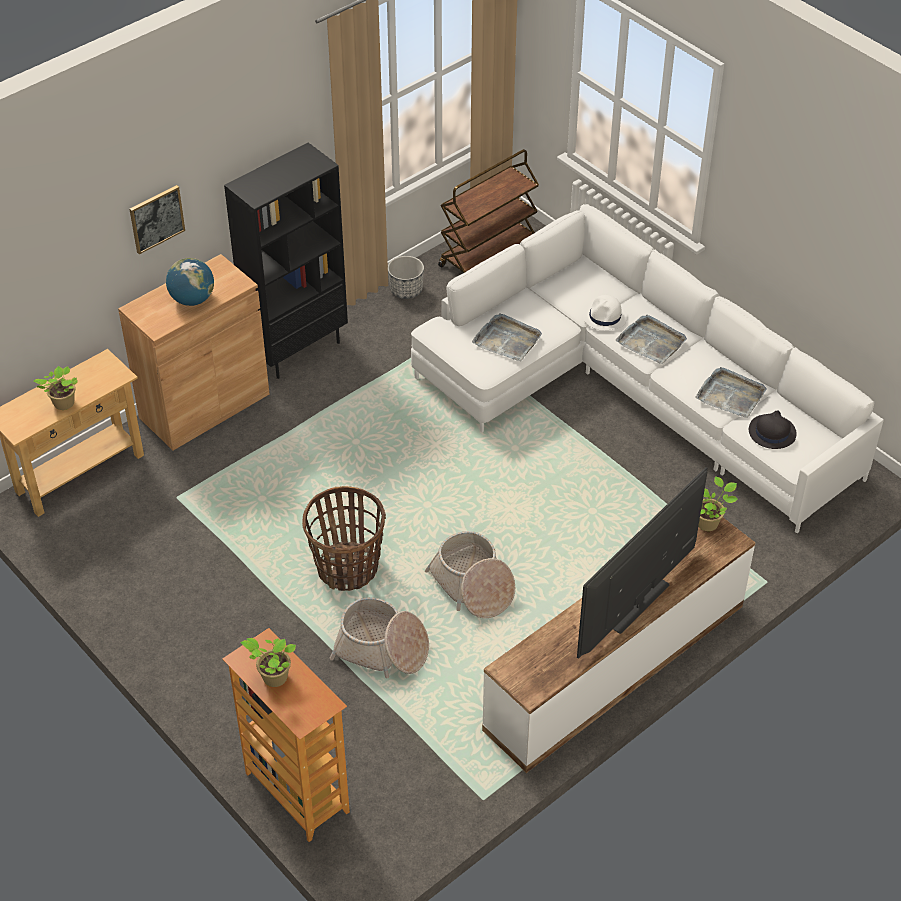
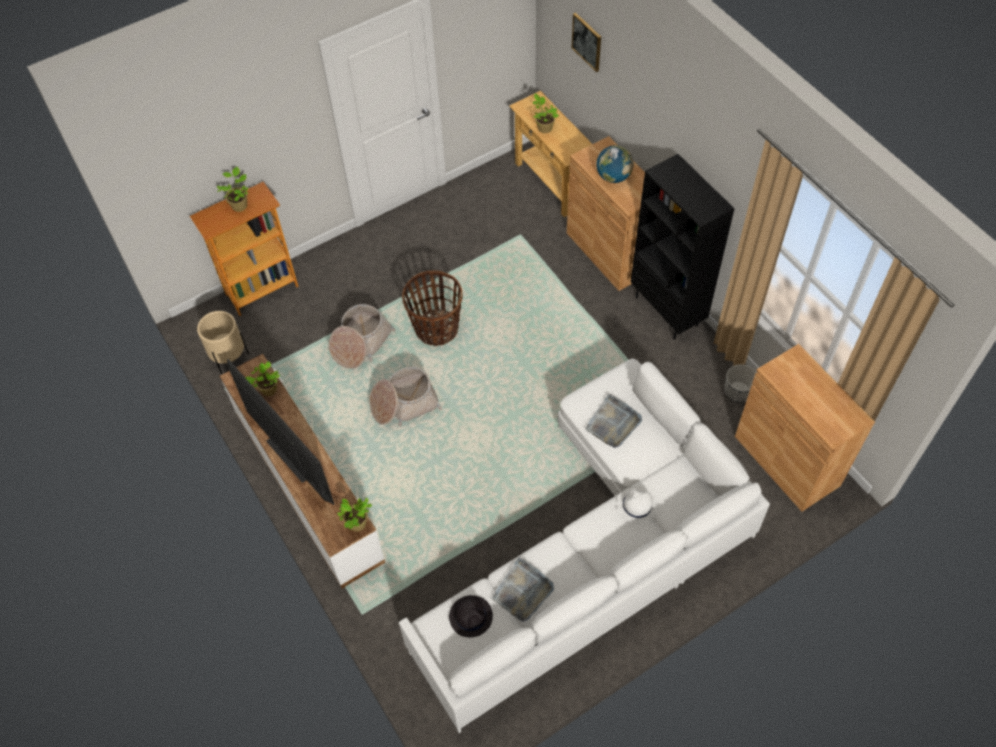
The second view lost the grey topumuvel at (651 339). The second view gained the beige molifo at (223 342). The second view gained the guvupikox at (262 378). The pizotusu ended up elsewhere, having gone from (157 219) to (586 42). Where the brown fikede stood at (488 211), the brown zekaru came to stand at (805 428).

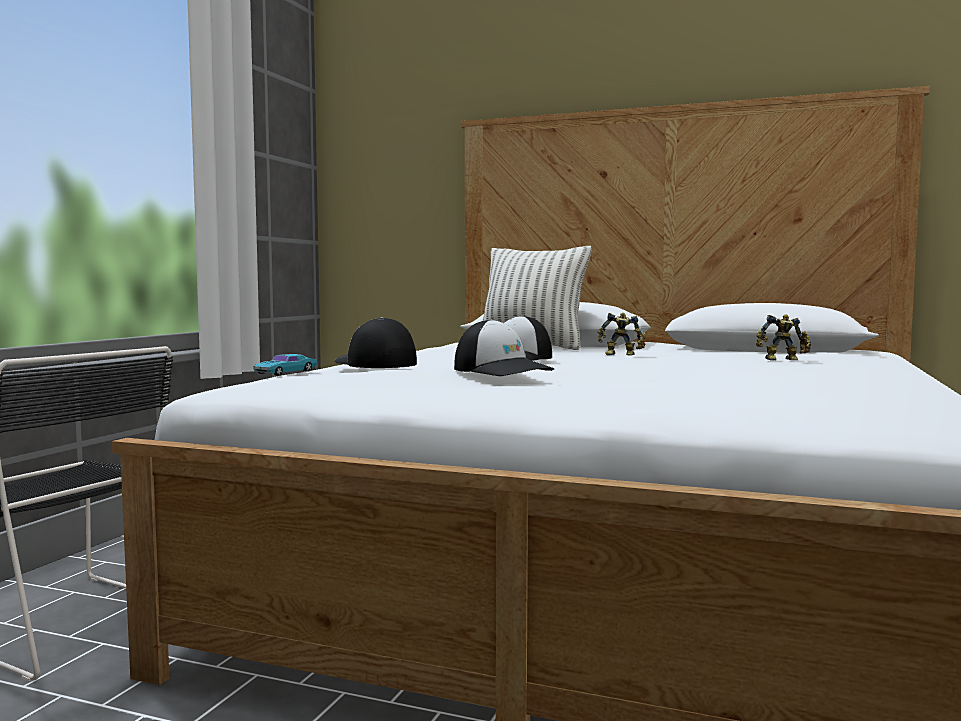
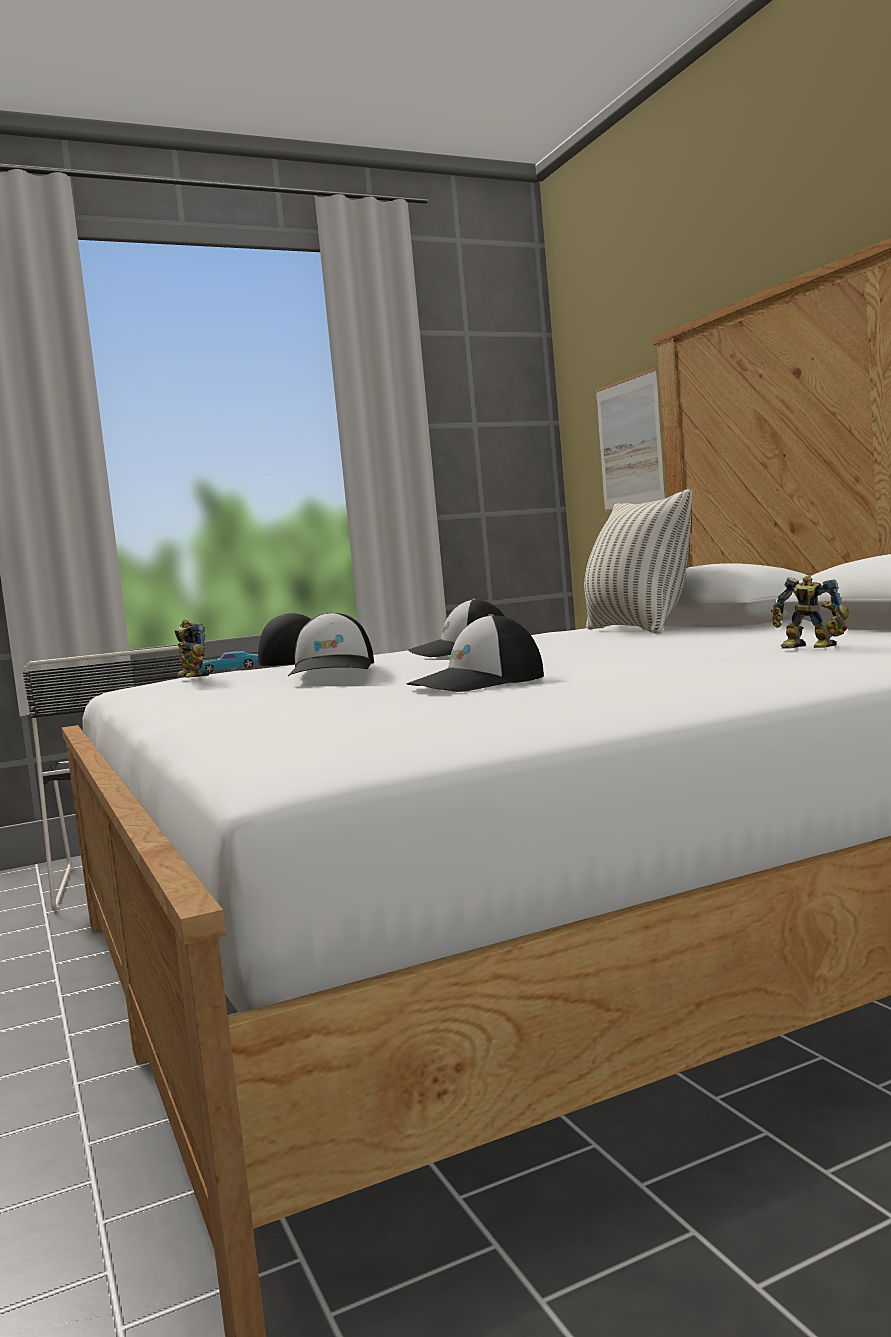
The second view gained the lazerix at (475 653). The second view gained the pizotusu at (630 440). The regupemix ended up elsewhere, having gone from (622 334) to (192 648).

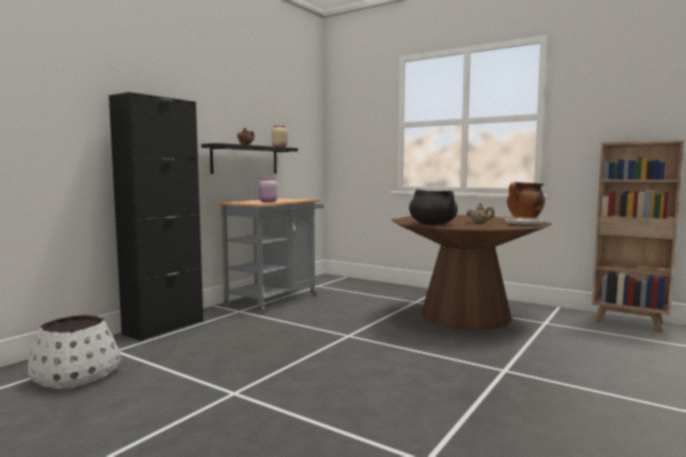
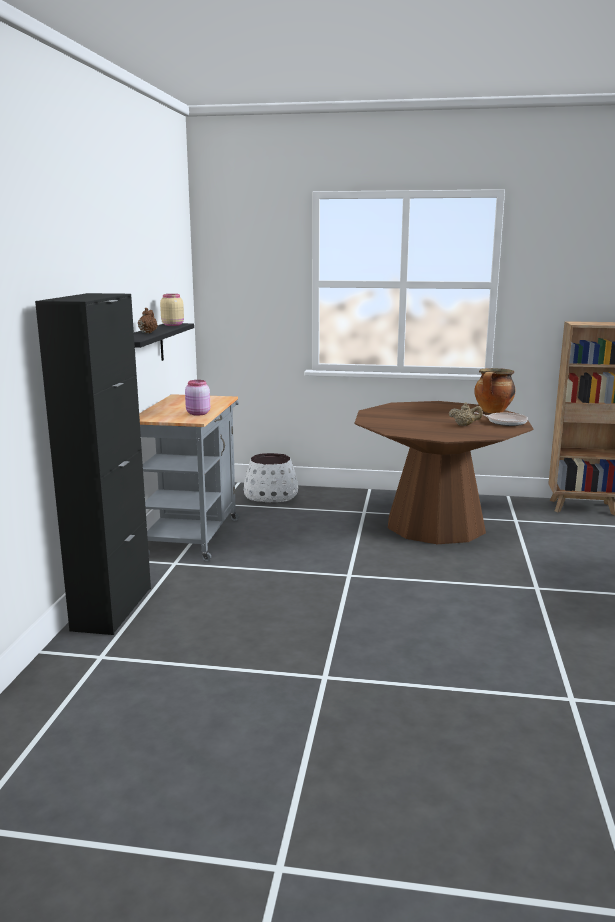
The second view lost the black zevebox at (433 207). The white molifo ended up elsewhere, having gone from (74 352) to (271 477).

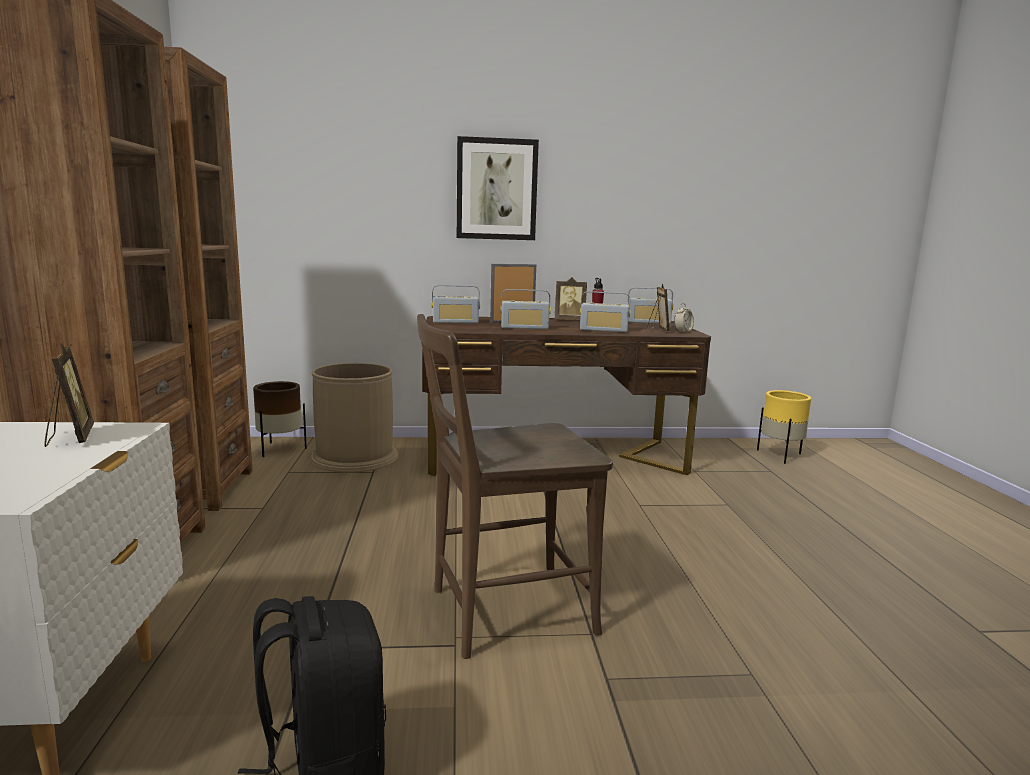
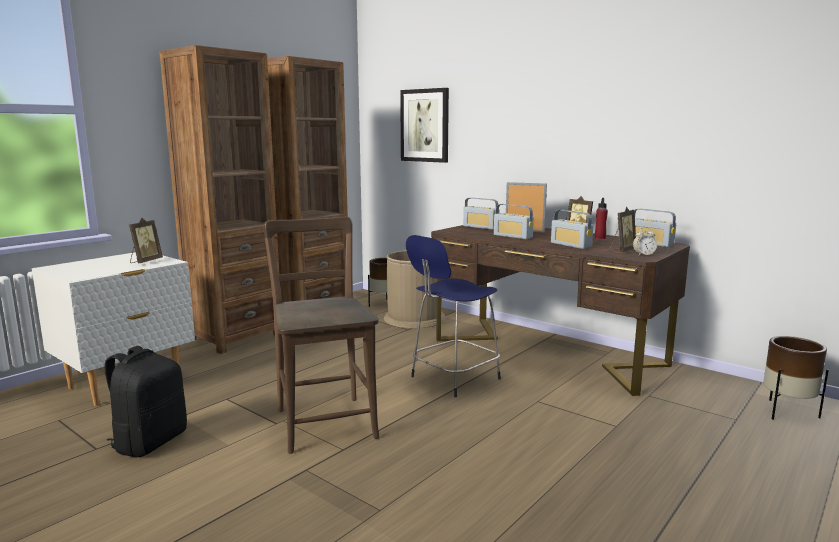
The second view gained the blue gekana at (453 316). The pizotusu ended up elsewhere, having gone from (498 188) to (424 125). What was the yellow molifo at (784 427) turned into the brown molifo at (796 378). The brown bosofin at (515 486) ended up facing another way, 45 degrees clockwise from before.

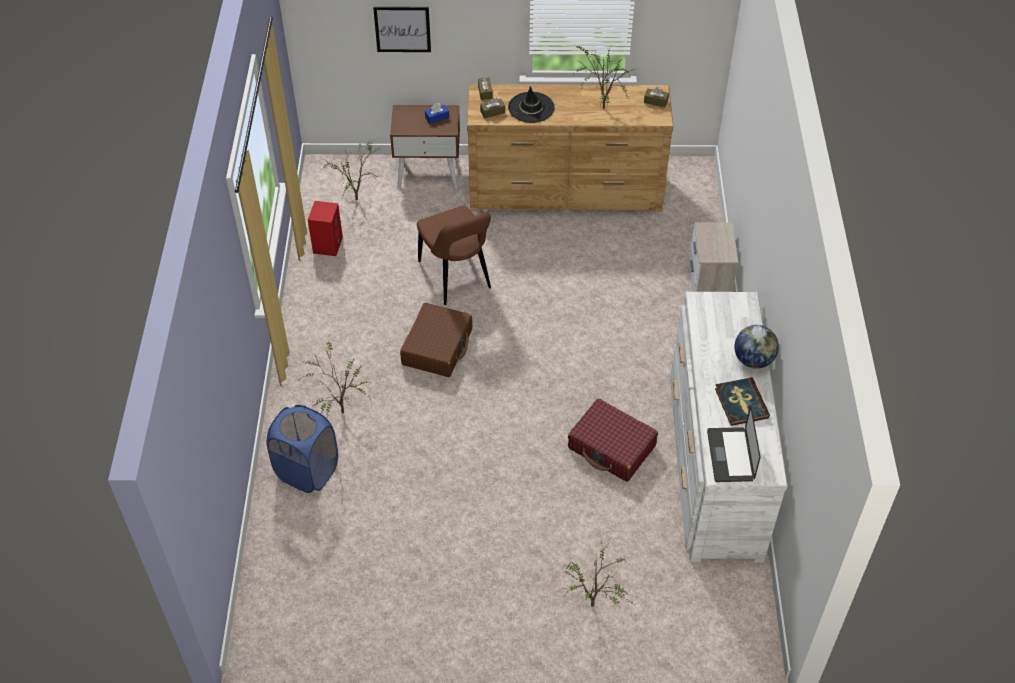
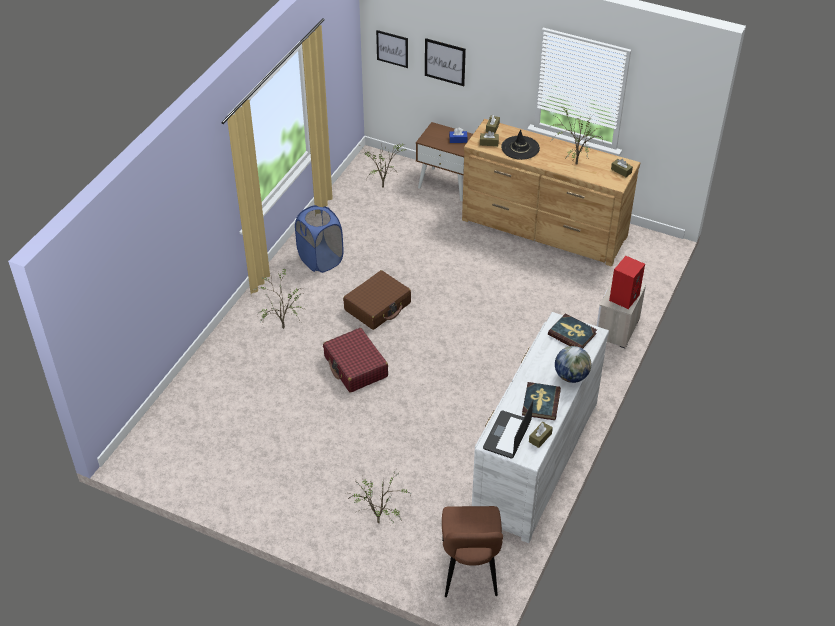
The second view gained the pizotusu at (392 49). The second view gained the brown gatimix at (541 435). The second view gained the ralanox at (572 331). The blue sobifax ended up elsewhere, having gone from (302 449) to (319 239). The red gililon ended up elsewhere, having gone from (325 228) to (627 282). The brown bosofin ended up elsewhere, having gone from (454 255) to (472 551). The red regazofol ended up elsewhere, having gone from (613 440) to (355 360).

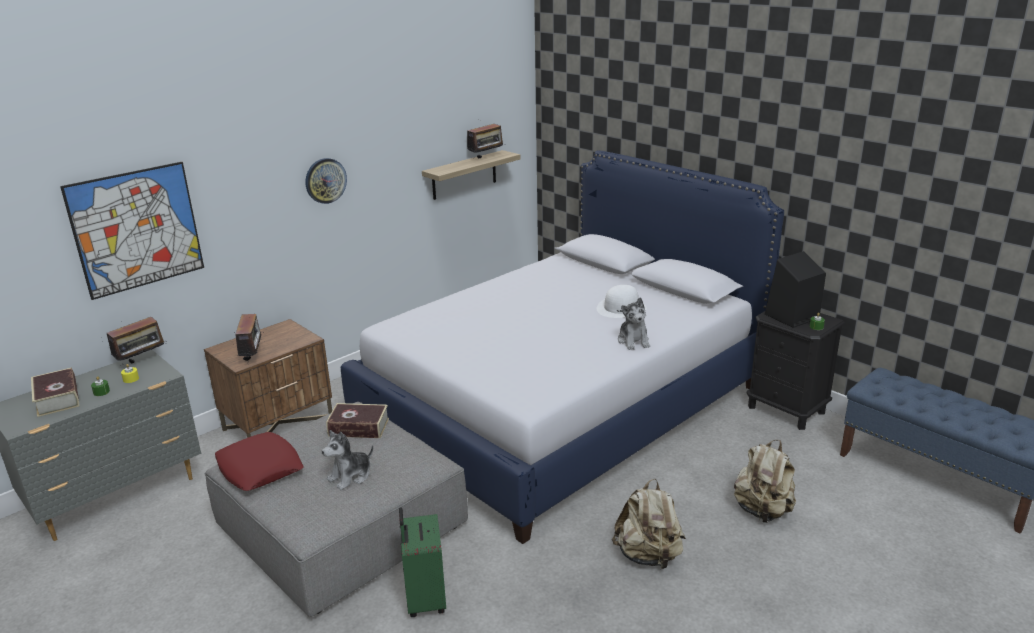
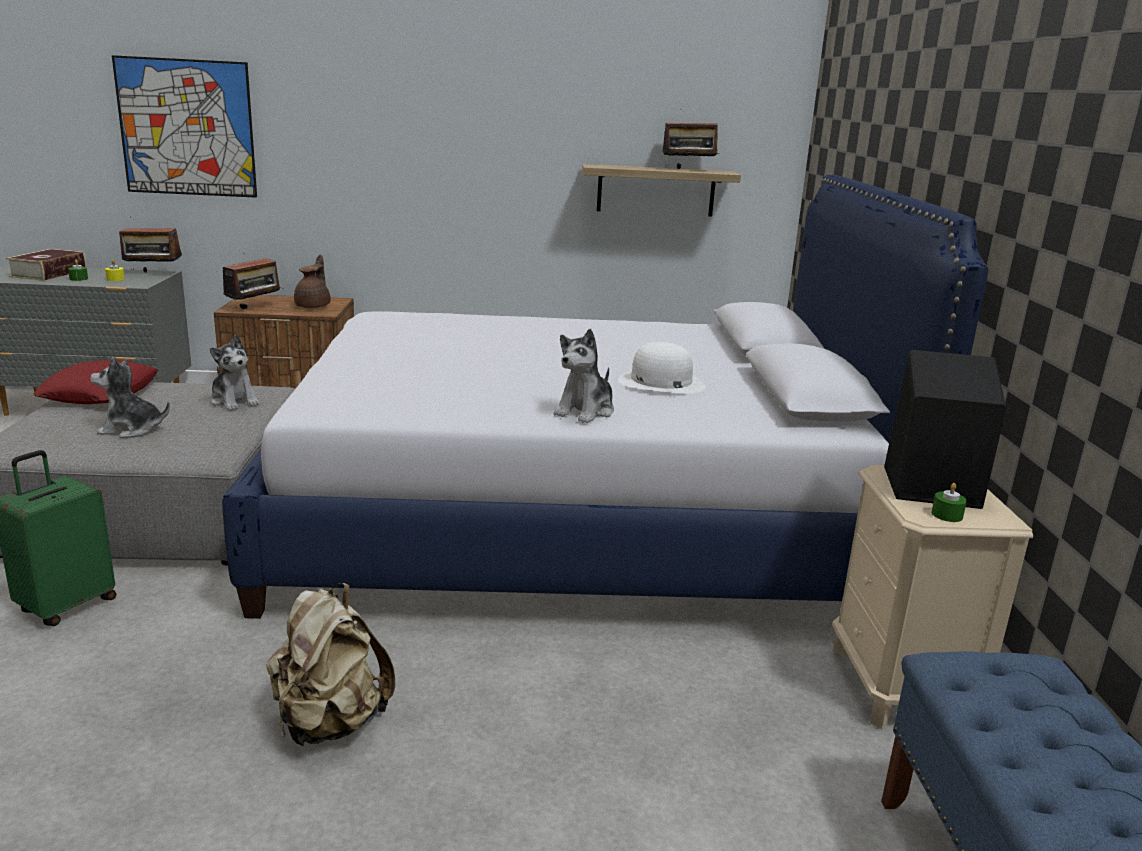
The second view lost the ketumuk at (326 181). The second view lost the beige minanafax at (765 481). The second view gained the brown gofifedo at (312 281). Where the ralanox stood at (357 420), the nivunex came to stand at (235 373). What was the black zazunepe at (796 370) turned into the beige zazunepe at (932 597).

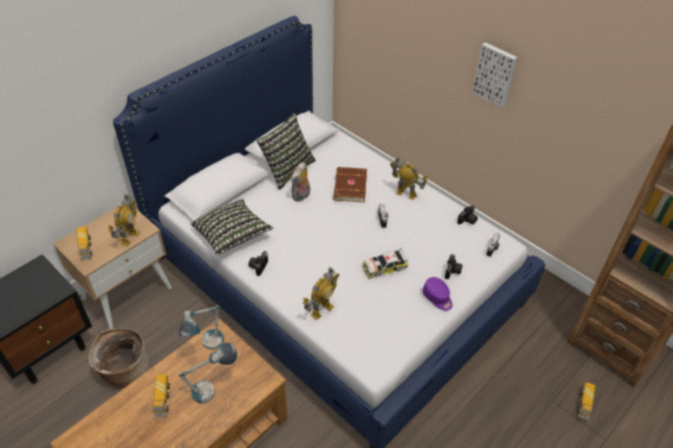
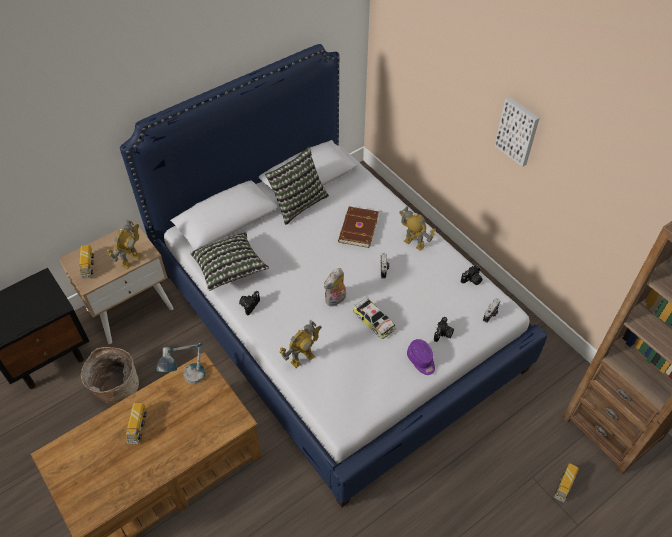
The second view lost the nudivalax at (208 373). The nivunex ended up elsewhere, having gone from (300 182) to (335 287). The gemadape at (385 263) ended up facing another way, 120 degrees counterclockwise from before.

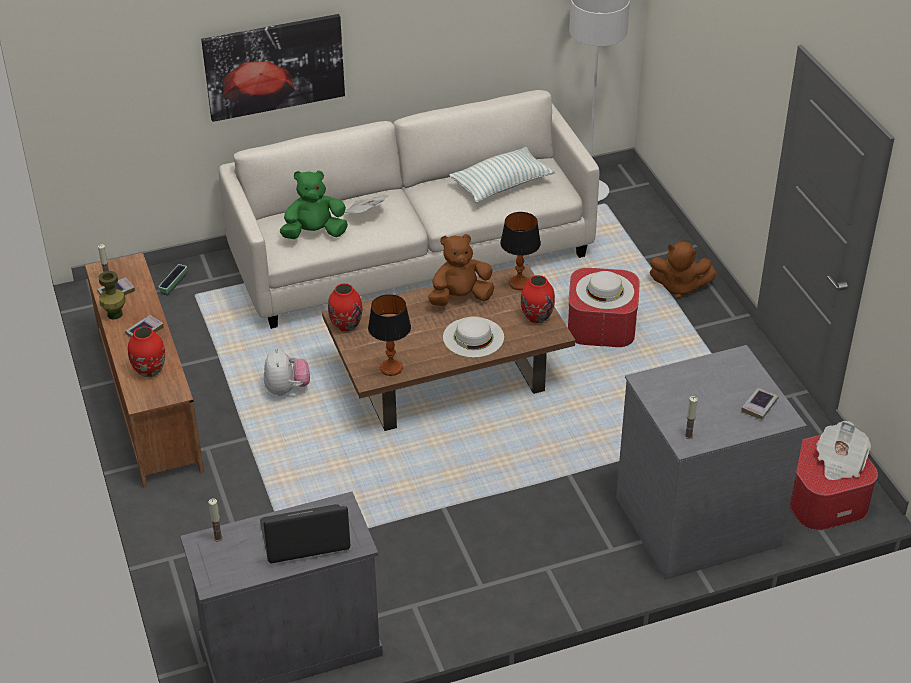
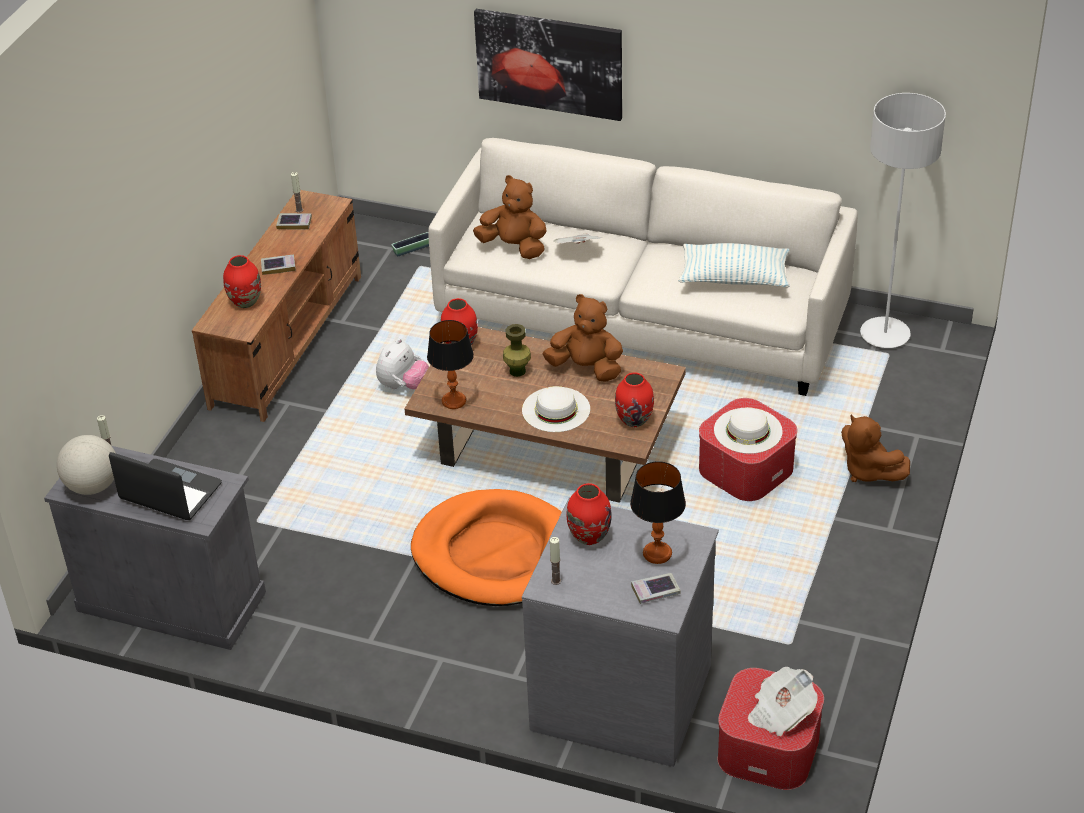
The second view gained the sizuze at (86 465). The second view gained the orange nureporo at (486 547). The second view gained the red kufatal at (589 514). The green kufatal ended up elsewhere, having gone from (112 295) to (517 350). The nudivalax ended up elsewhere, having gone from (520 251) to (658 512). What was the green nivunex at (314 204) turned into the brown nivunex at (510 217).

